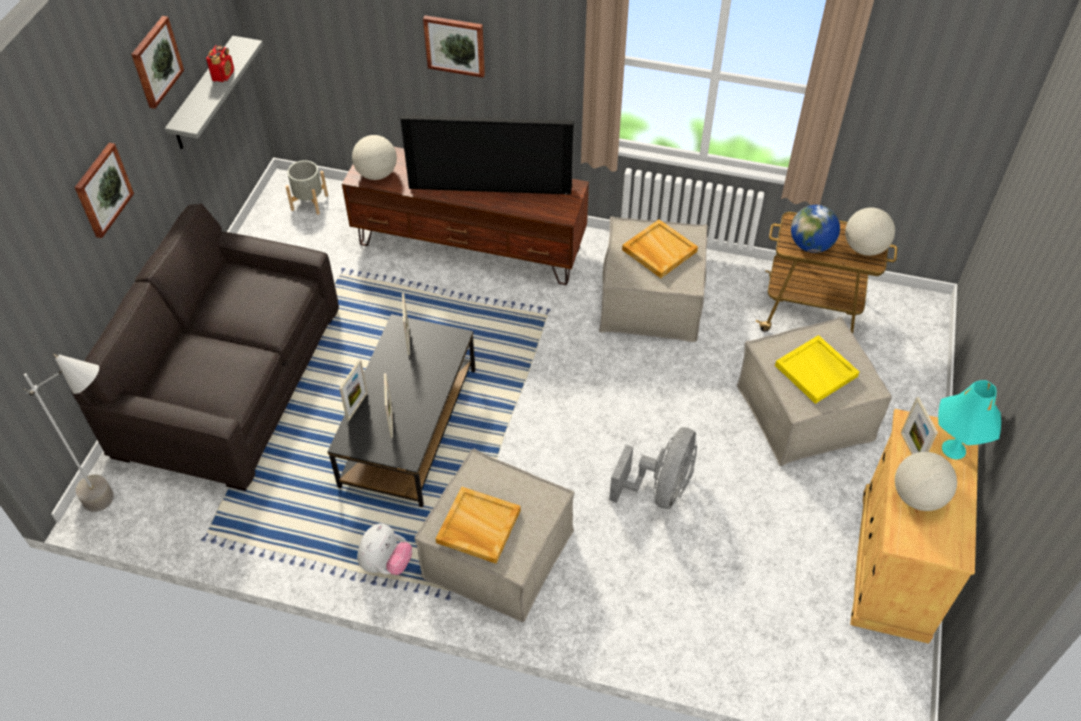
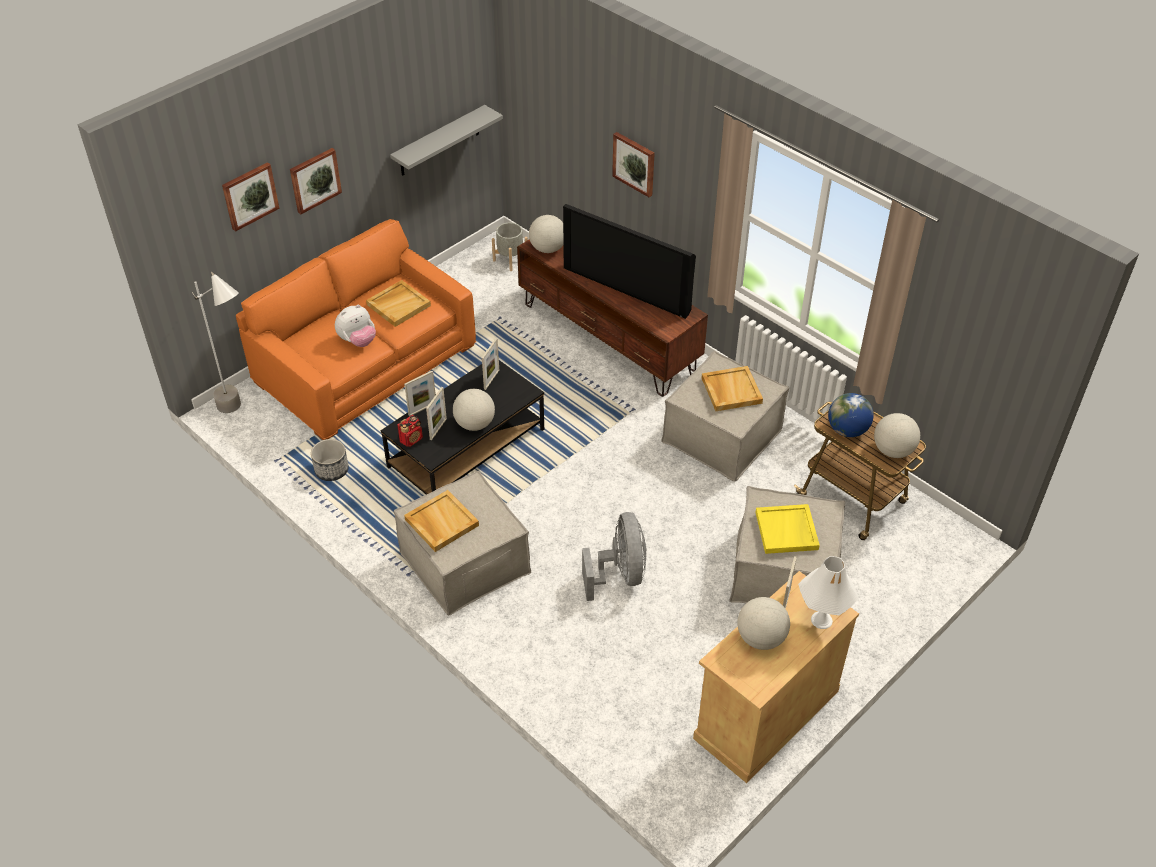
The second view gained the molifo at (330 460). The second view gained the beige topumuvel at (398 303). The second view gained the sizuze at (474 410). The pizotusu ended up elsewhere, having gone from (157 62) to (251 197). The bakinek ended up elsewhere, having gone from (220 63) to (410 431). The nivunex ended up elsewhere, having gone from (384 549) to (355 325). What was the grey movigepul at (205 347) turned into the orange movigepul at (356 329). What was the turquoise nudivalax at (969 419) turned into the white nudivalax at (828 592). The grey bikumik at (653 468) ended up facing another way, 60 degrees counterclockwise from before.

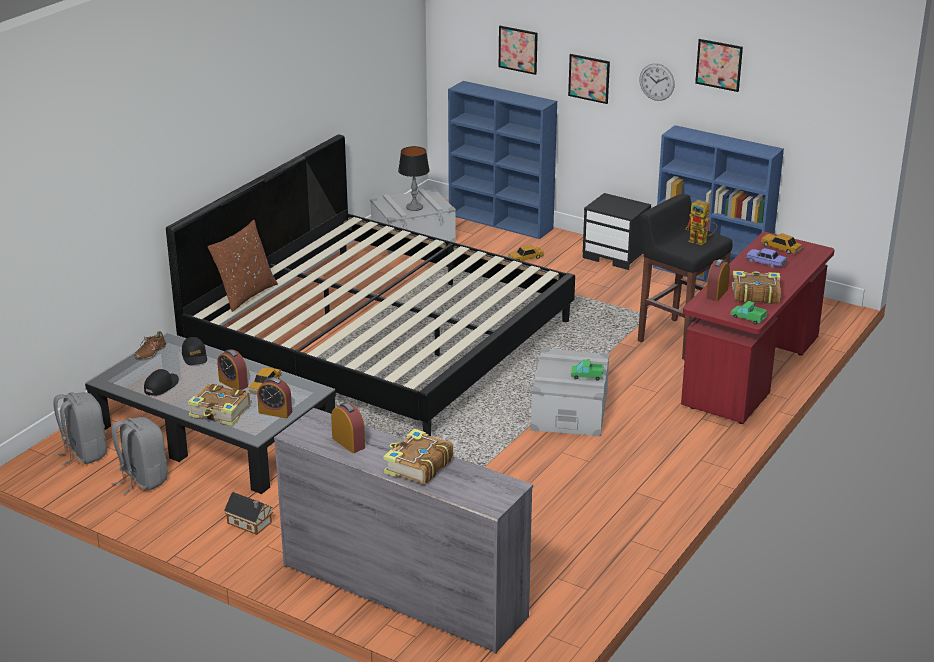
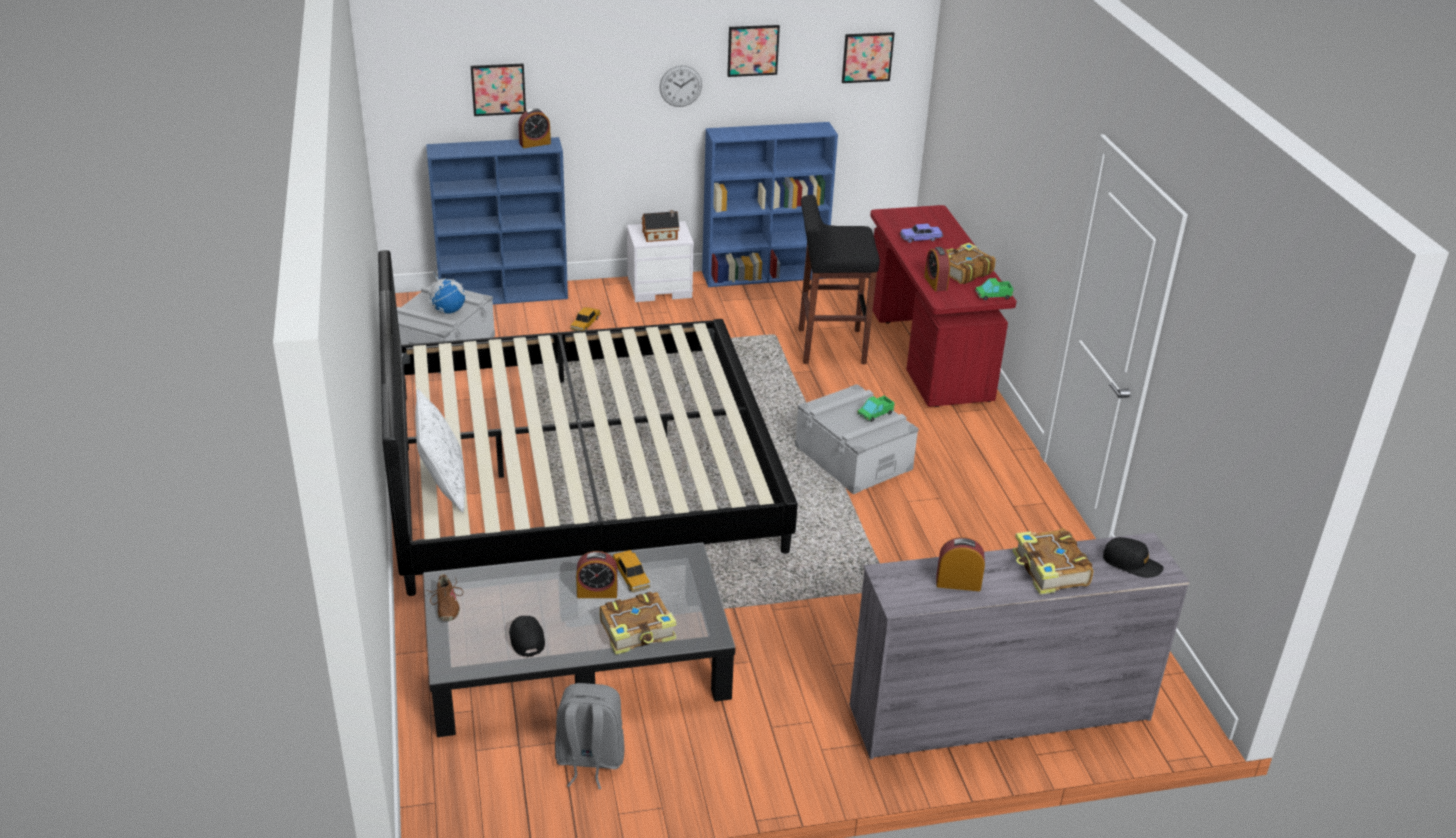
The second view lost the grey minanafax at (80 429). The second view lost the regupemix at (701 223). The second view lost the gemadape at (782 243). The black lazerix ended up elsewhere, having gone from (194 351) to (1133 557). The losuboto ended up elsewhere, having gone from (249 513) to (661 226). The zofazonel ended up elsewhere, having gone from (274 397) to (534 128). The pizotusu ended up elsewhere, having gone from (589 79) to (868 57). Where the nudivalax stood at (414 178), the sizuze came to stand at (447 292). What was the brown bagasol at (243 266) turned into the white bagasol at (440 450). What was the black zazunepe at (616 231) turned into the white zazunepe at (660 261).

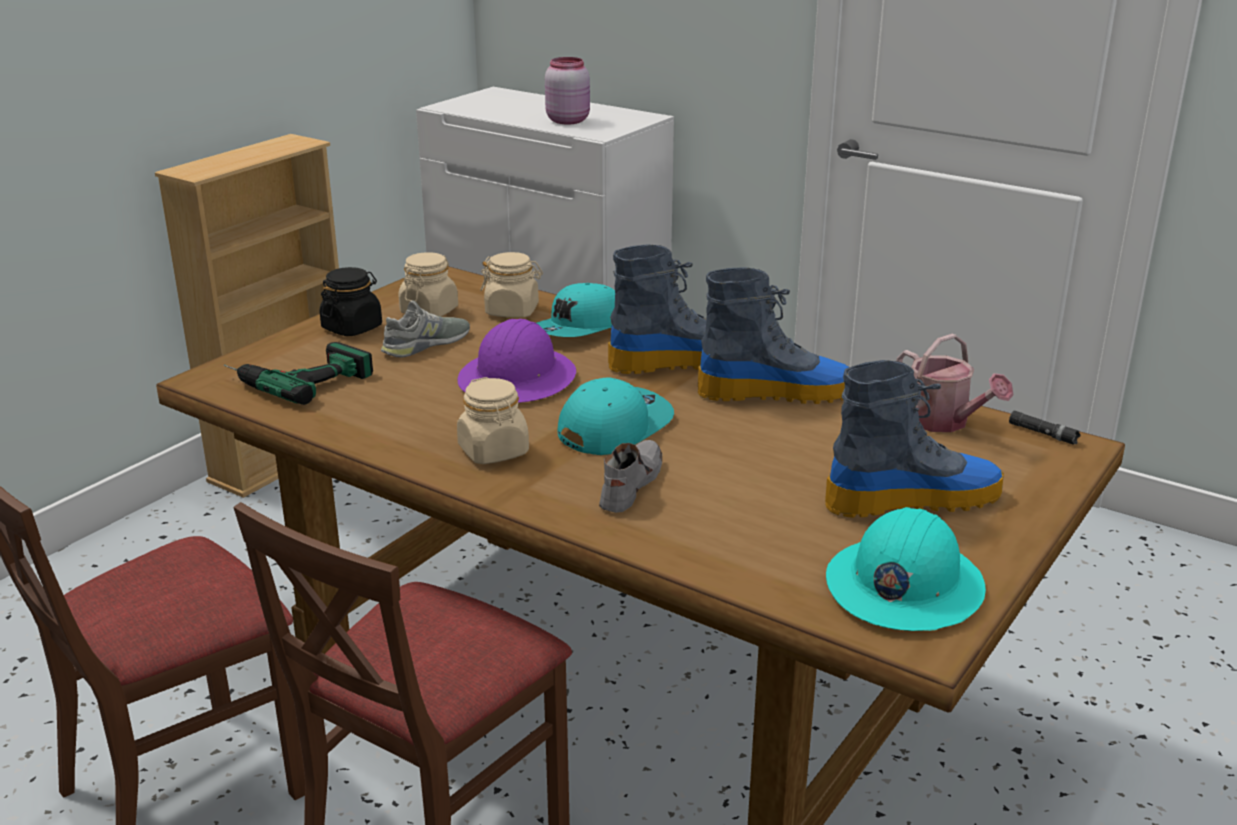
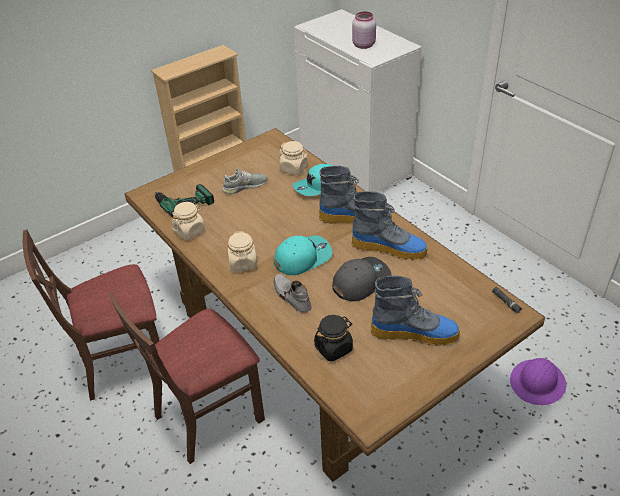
The second view lost the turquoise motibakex at (906 569). The second view lost the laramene at (955 383). The second view gained the grey lazerix at (361 279). The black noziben ended up elsewhere, having gone from (350 301) to (333 338). The beige noziben ended up elsewhere, having gone from (428 284) to (188 221). The purple motibakex ended up elsewhere, having gone from (516 361) to (538 381). The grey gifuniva at (630 476) ended up facing another way, 75 degrees counterclockwise from before.

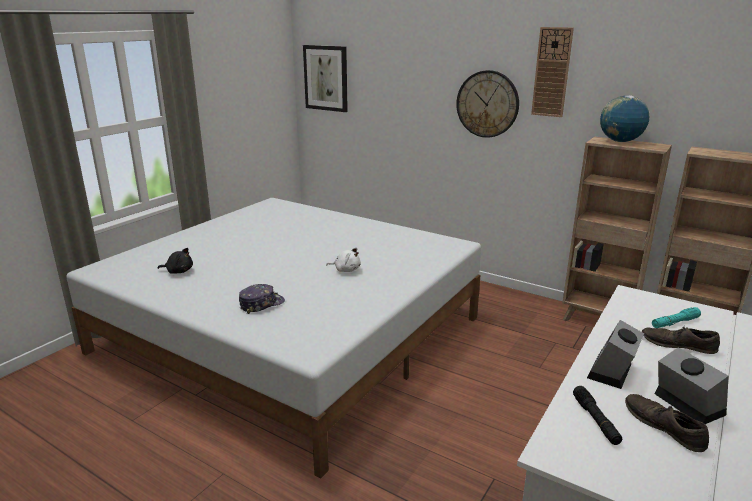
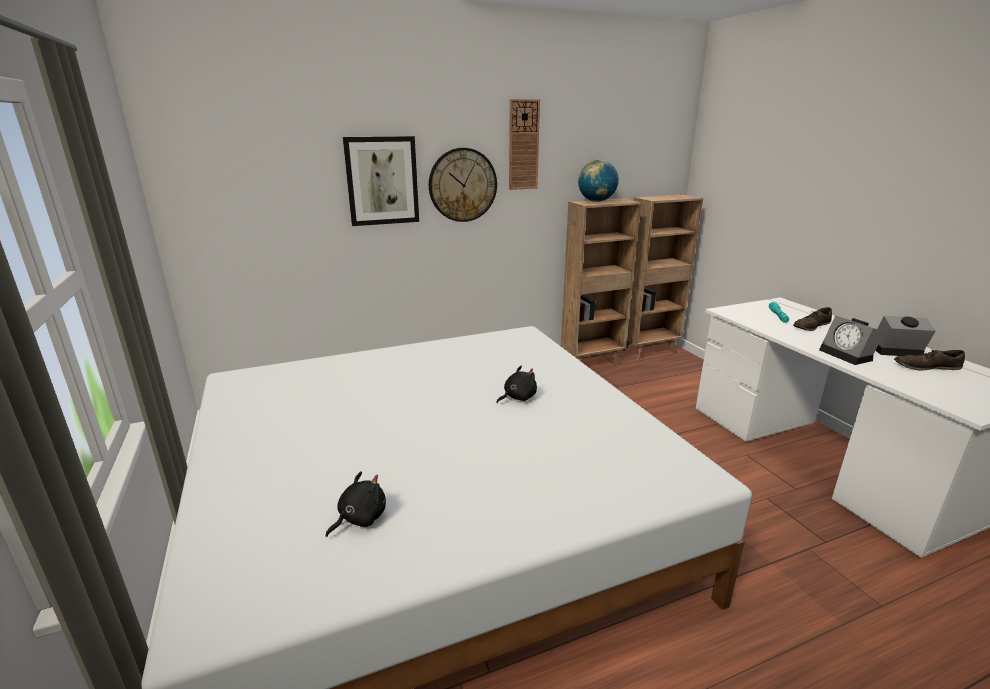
The second view lost the lazerix at (262 299). The second view lost the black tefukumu at (597 415). The pizotusu ended up elsewhere, having gone from (325 78) to (381 181). What was the white nivunex at (343 259) turned into the black nivunex at (516 384).

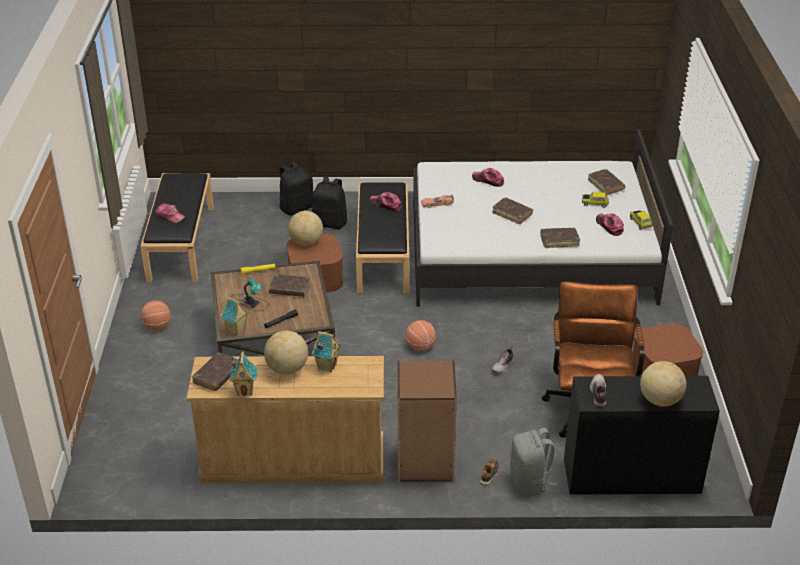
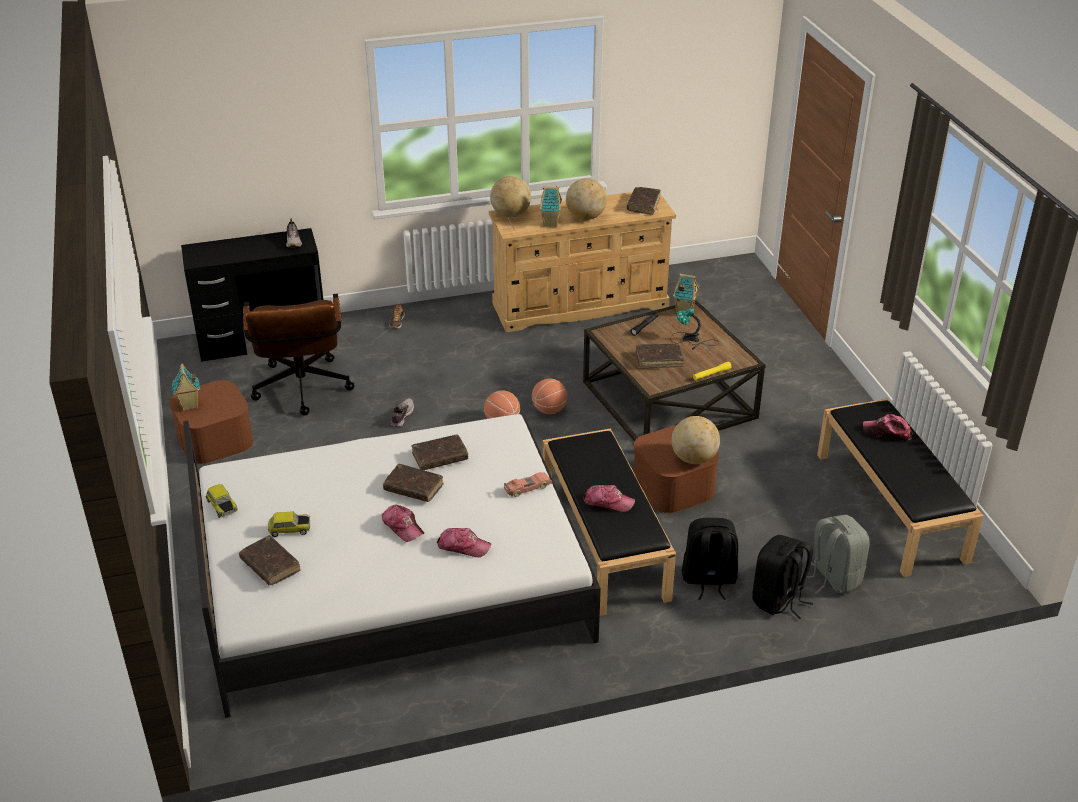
The second view lost the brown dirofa at (427 421). The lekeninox ended up elsewhere, having gone from (156 316) to (549 396). The losuboto ended up elsewhere, having gone from (243 374) to (186 387). The grey minanafax ended up elsewhere, having gone from (534 462) to (835 554). The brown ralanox ended up elsewhere, having gone from (560 238) to (439 452). The lazerix ended up elsewhere, having gone from (610 224) to (403 523). The sizuze ended up elsewhere, having gone from (663 384) to (510 196).

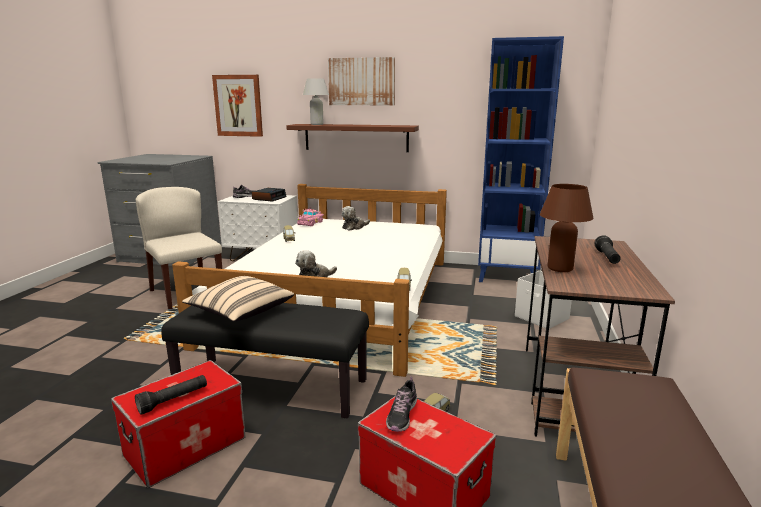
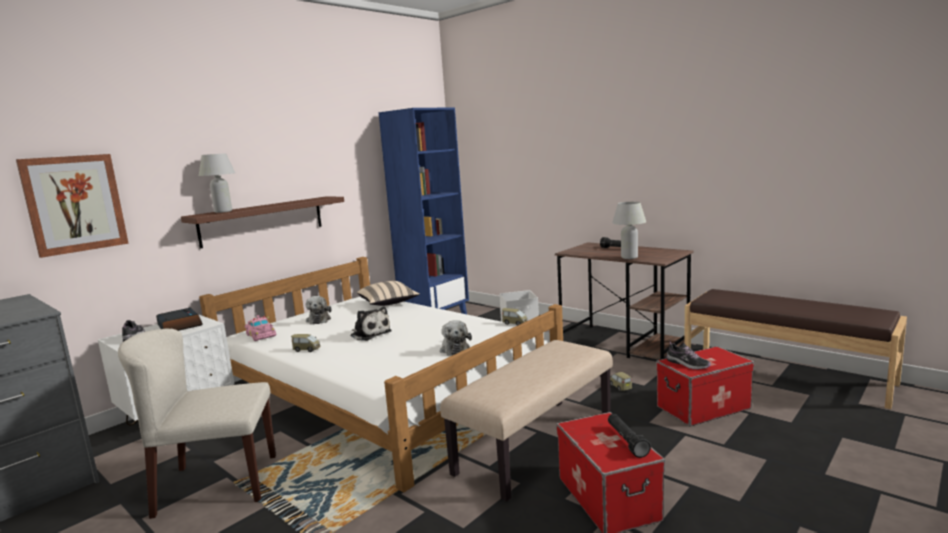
The second view lost the pizotusu at (361 81). The second view gained the nivunex at (371 323). The beige bagasol ended up elsewhere, having gone from (238 299) to (388 293). What was the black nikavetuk at (265 360) turned into the beige nikavetuk at (526 420). What was the brown nudivalax at (567 228) turned into the white nudivalax at (629 230).

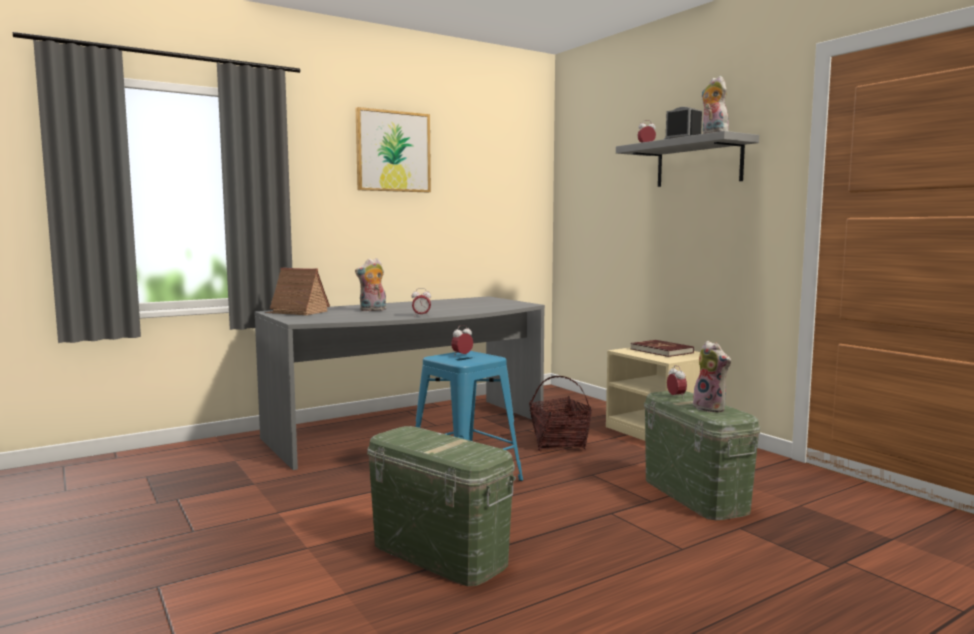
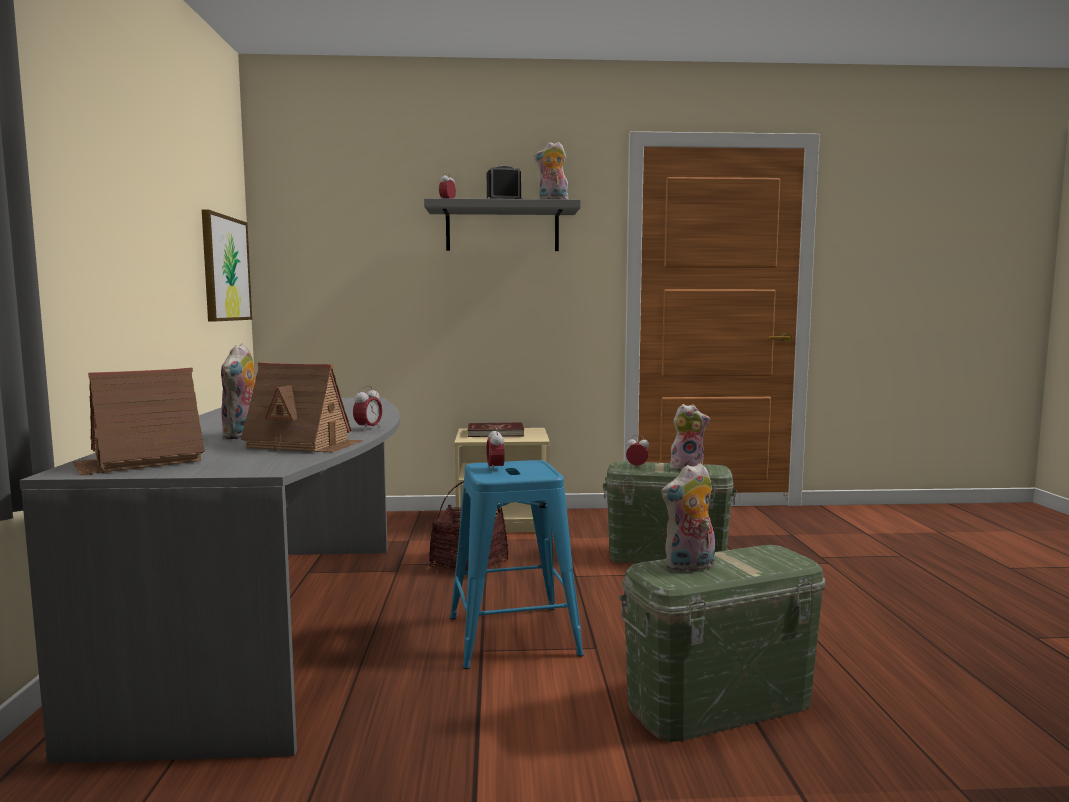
The second view gained the losuboto at (302 407). The second view gained the nivunex at (688 518). The pizotusu ended up elsewhere, having gone from (393 149) to (227 266).

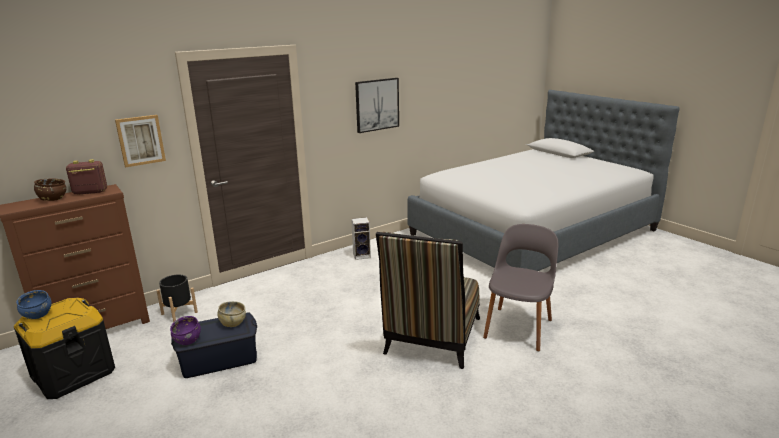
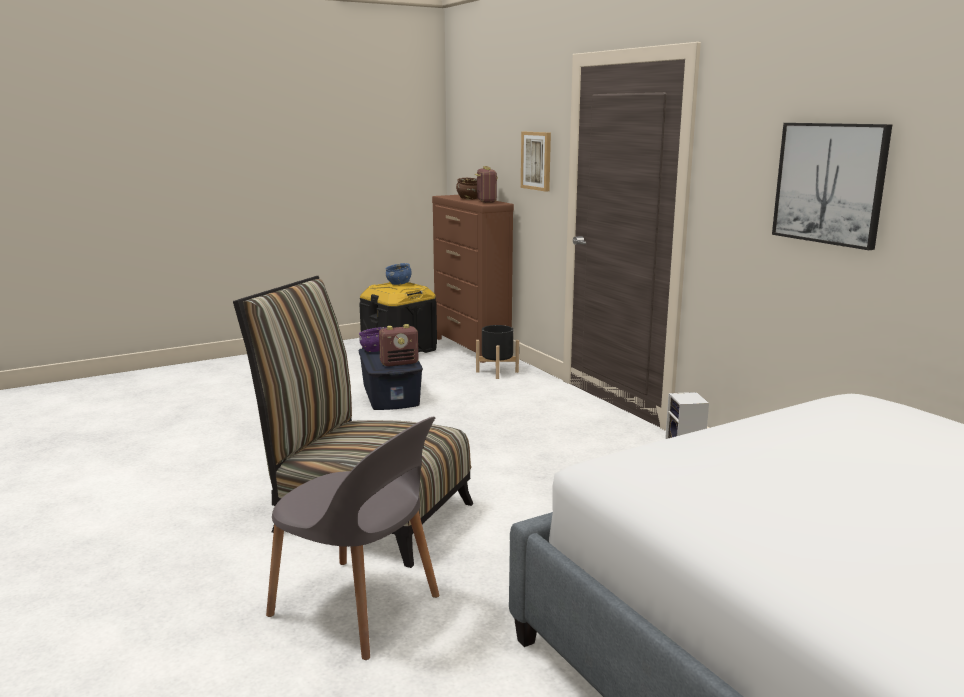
Where the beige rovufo stood at (231 314), the bakinek came to stand at (398 345).

